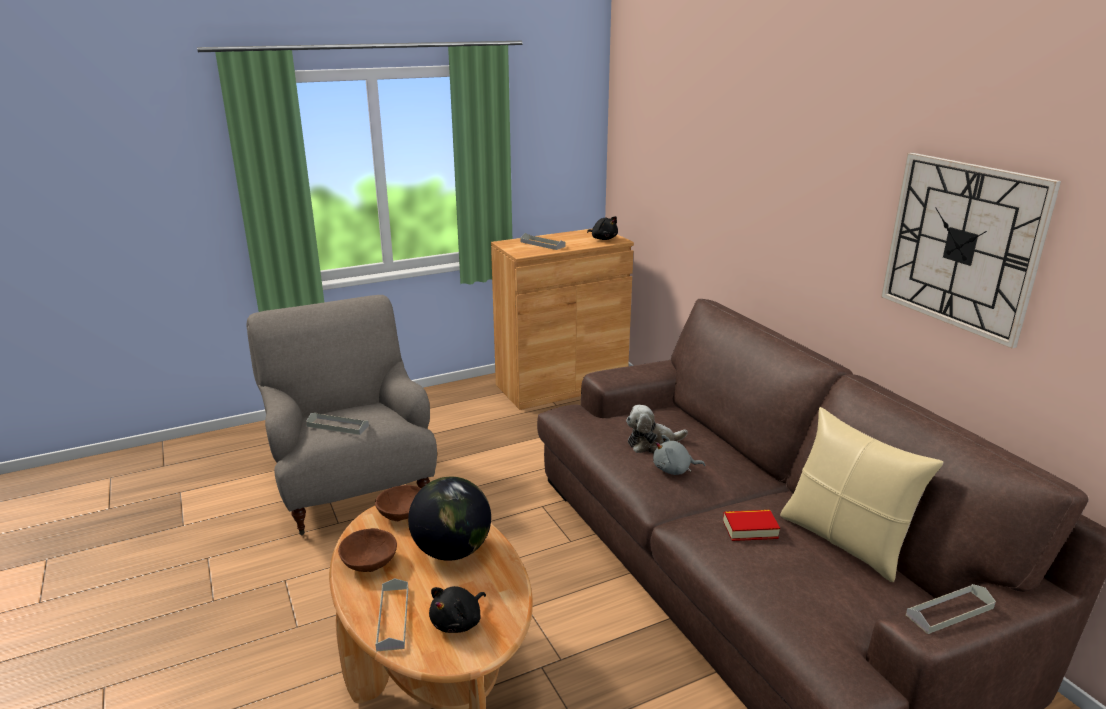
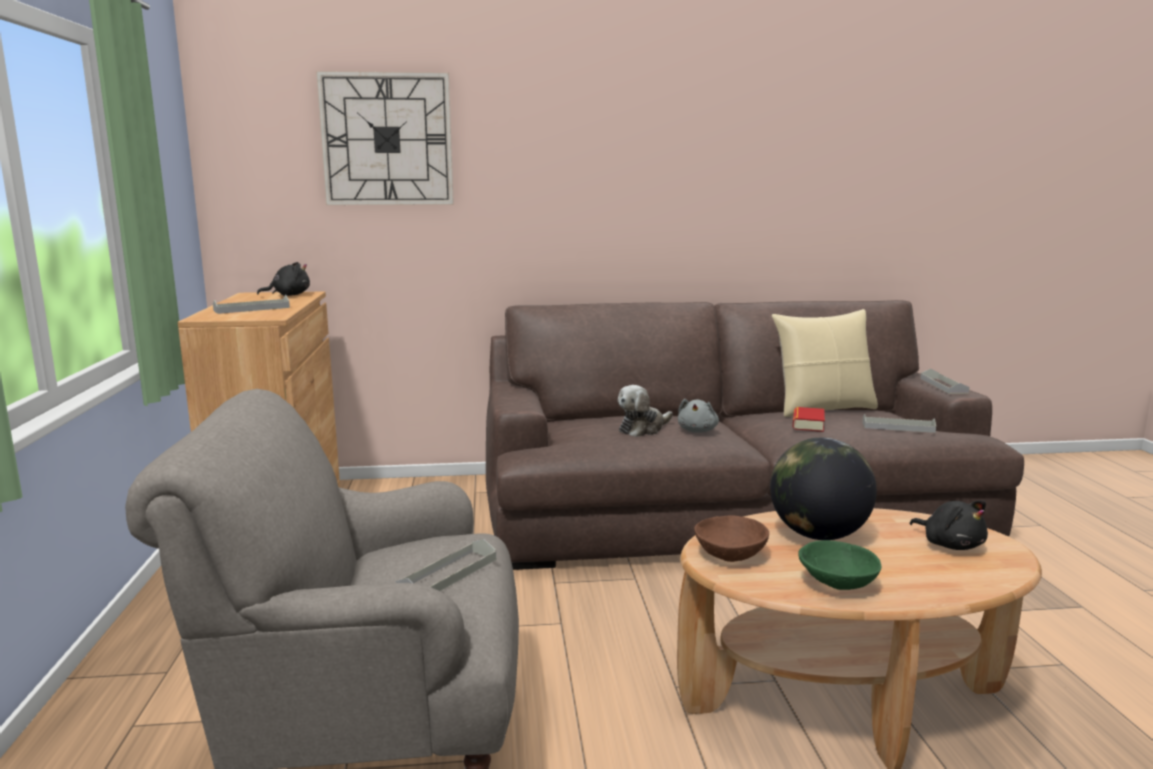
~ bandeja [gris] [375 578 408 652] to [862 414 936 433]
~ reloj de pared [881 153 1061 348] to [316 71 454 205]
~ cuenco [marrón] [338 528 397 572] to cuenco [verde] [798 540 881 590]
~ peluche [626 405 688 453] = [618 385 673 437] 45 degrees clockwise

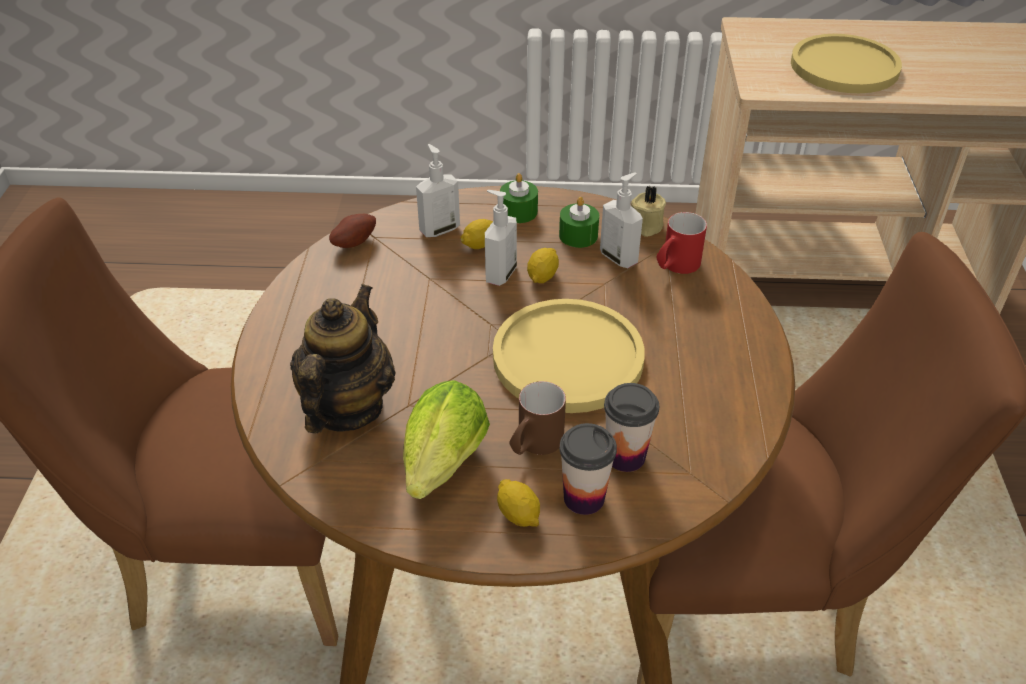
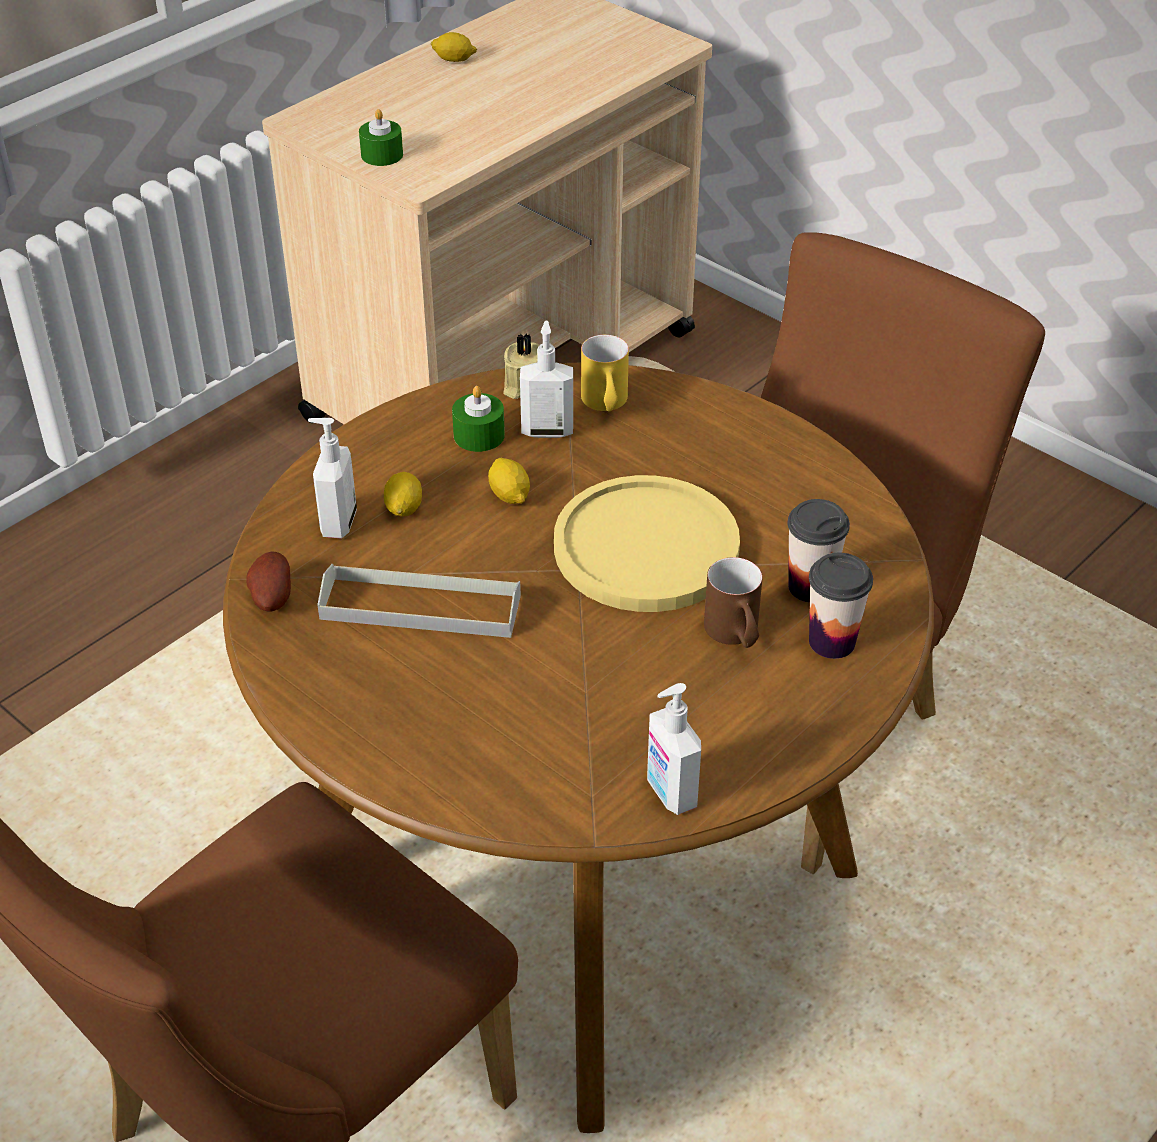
- tetera [290 284 396 433]
- lechuga [403 380 490 499]
- plato [amarillo] [791 34 902 93]
+ bandeja [gris] [317 564 521 638]
~ dispensador de jabón [485 190 517 286] to [647 683 701 815]
~ limón [497 479 540 527] to [431 32 477 62]
~ vela [verde] [500 173 538 223] to [359 109 403 166]
~ taza grande [rojo] [657 212 707 274] to taza grande [amarillo] [581 335 629 411]

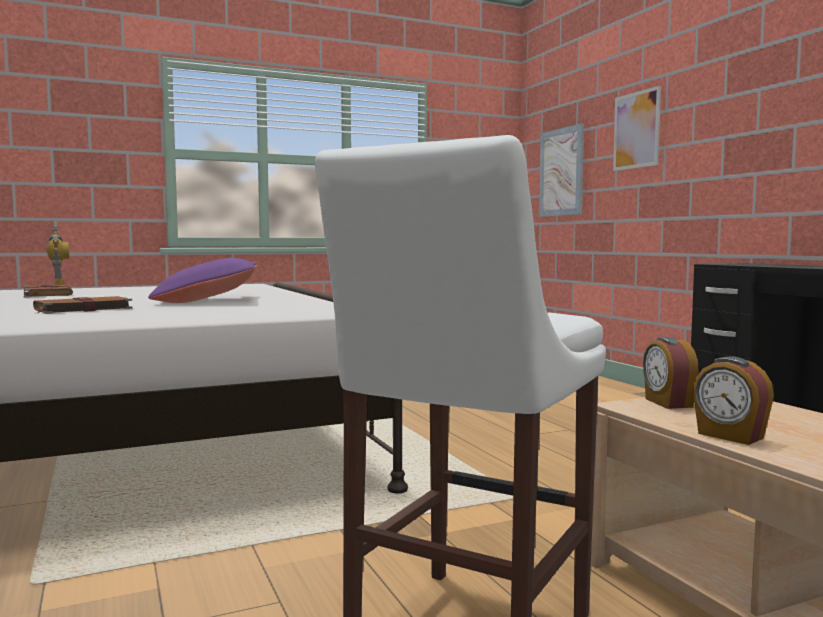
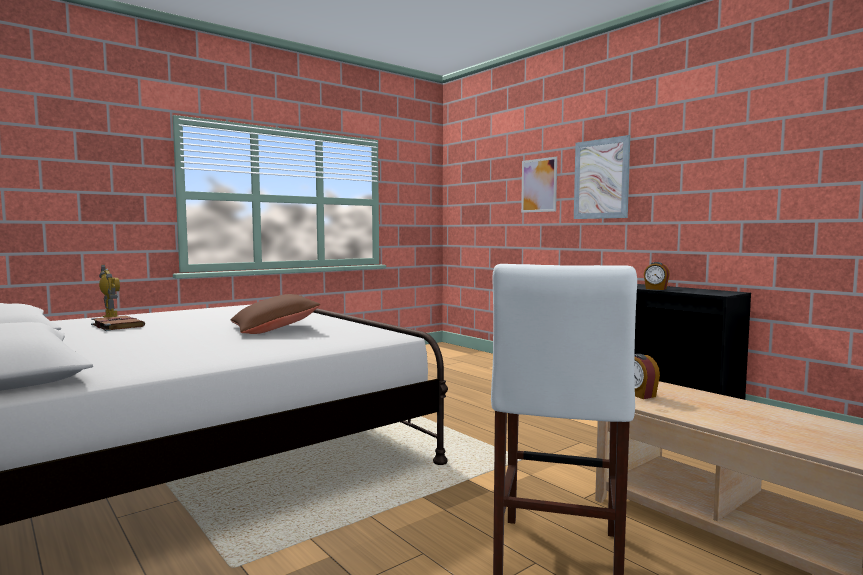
- libro [marrón] [33 296 133 314]
~ cuadro [539 123 584 217] to [574 135 630 219]
~ despertador [693 356 774 445] to [644 262 670 290]
~ cojín [morado] [148 258 257 303] to cojín [marrón] [231 294 320 334]

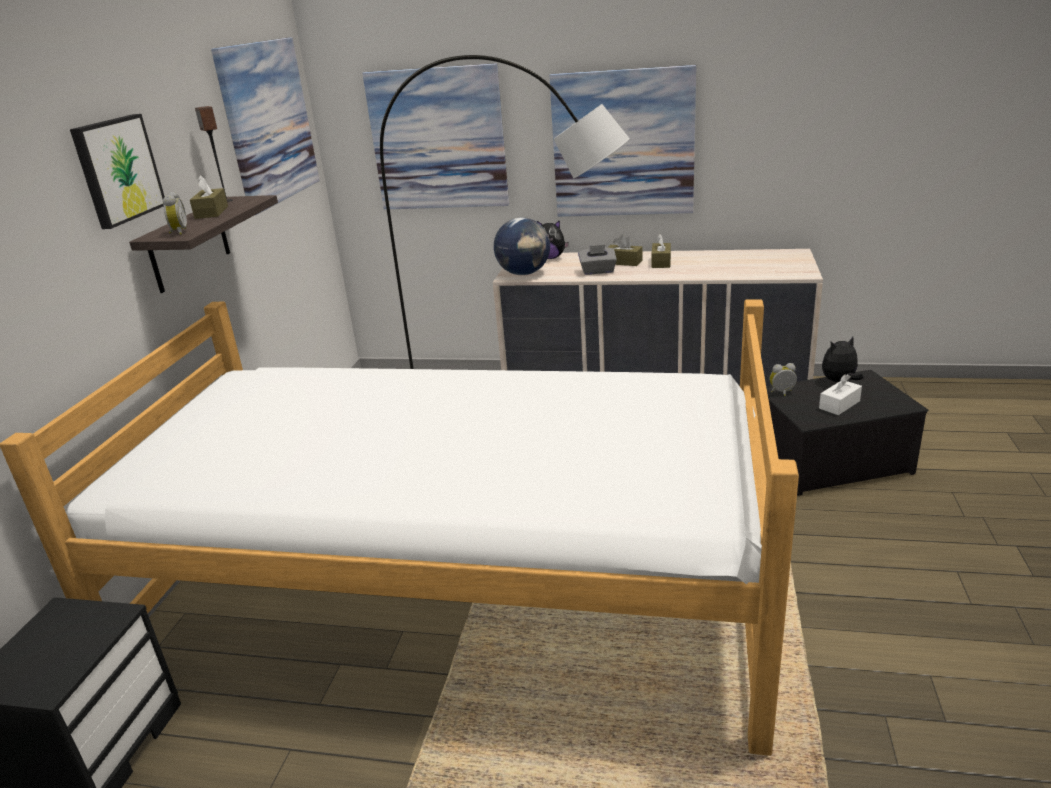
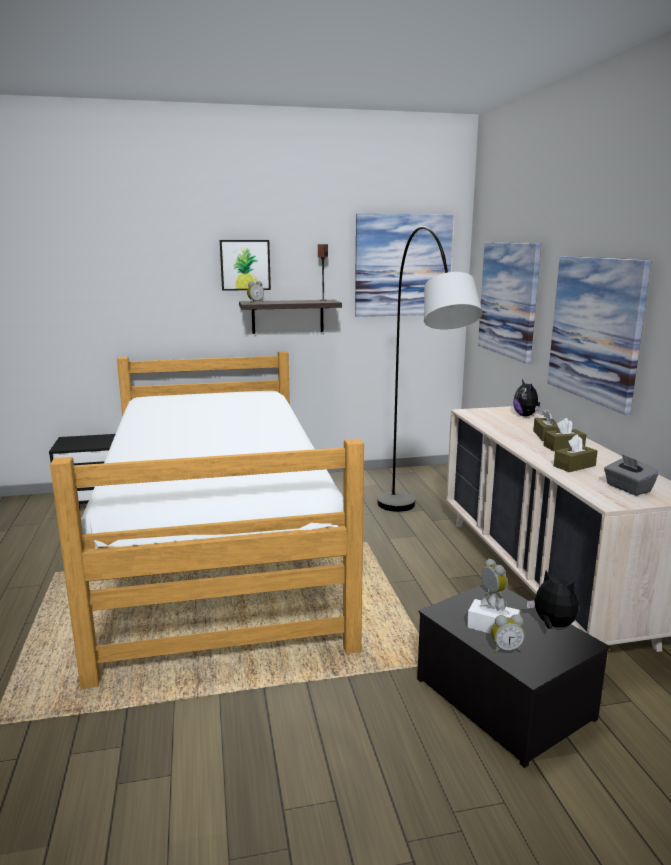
- globo terráqueo [494 218 550 275]
+ despertador [491 614 525 653]
~ caja de pañuelos [marrón] [190 175 228 219] to [554 434 598 472]
~ caja de pañuelos [gris] [578 245 617 275] to [604 454 659 495]

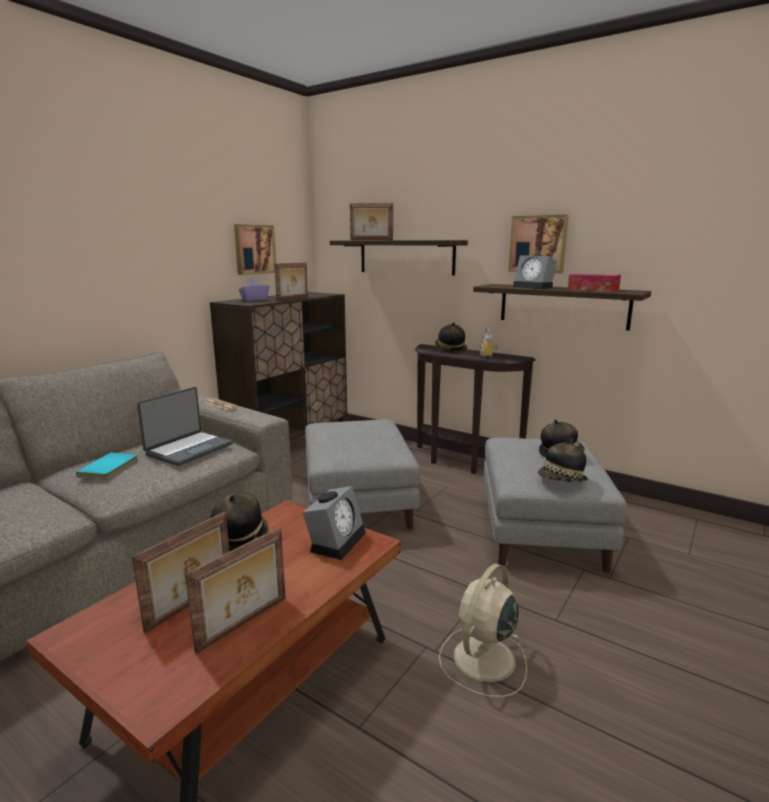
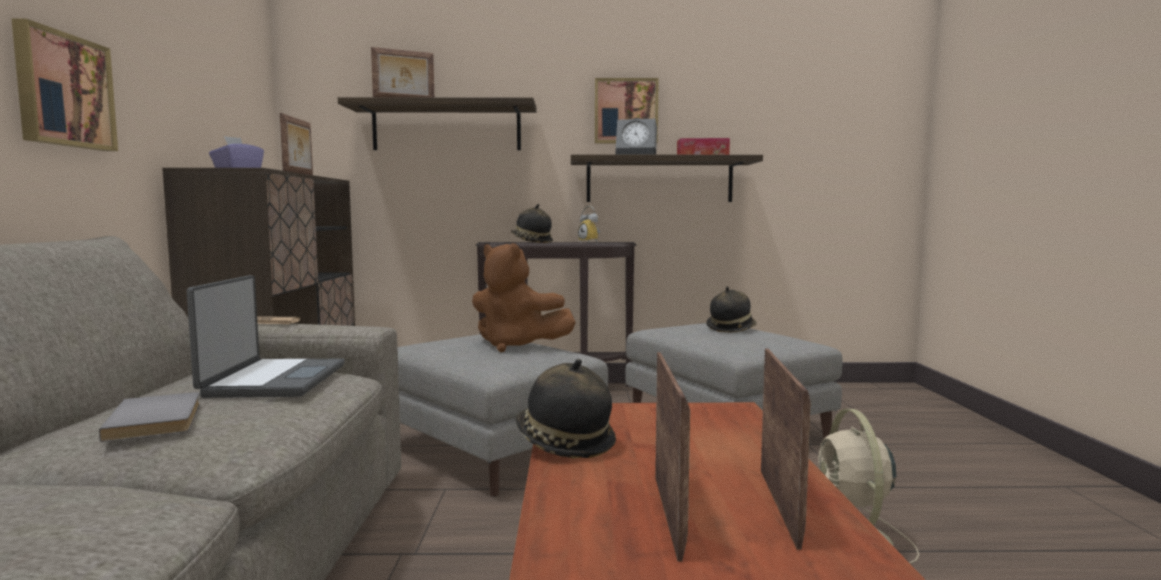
- despertador [303 486 366 560]
- sombrero [538 439 588 482]
+ peluche [marrón] [472 243 576 352]
~ cuadro [234 224 276 275] to [12 19 118 151]
~ libro [turquesa] [76 453 138 480] to libro [gris] [99 392 200 442]

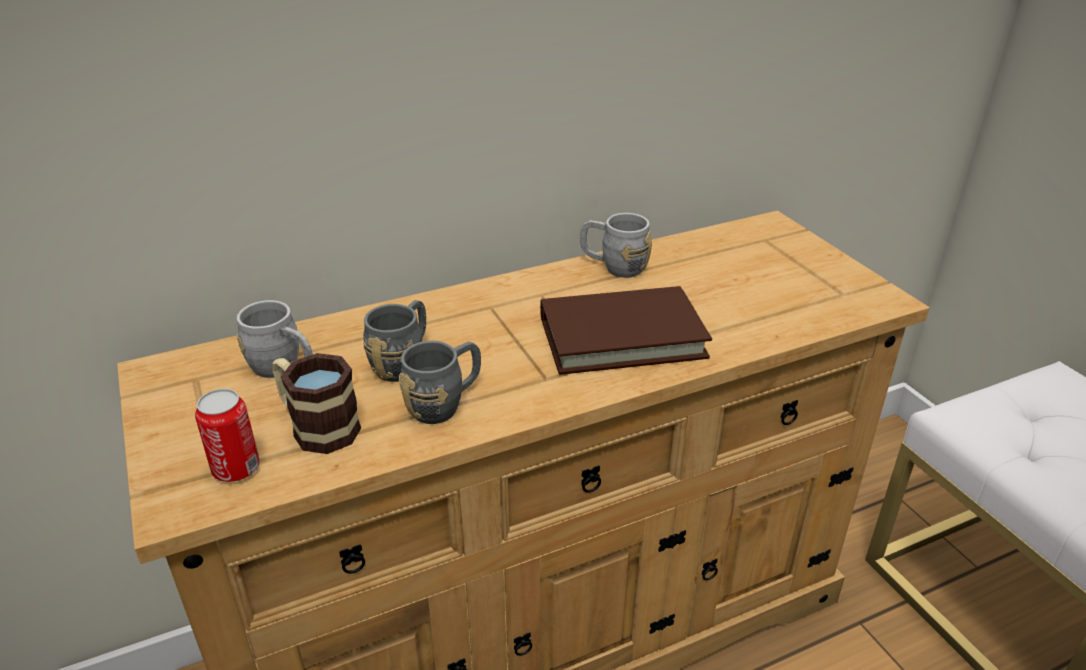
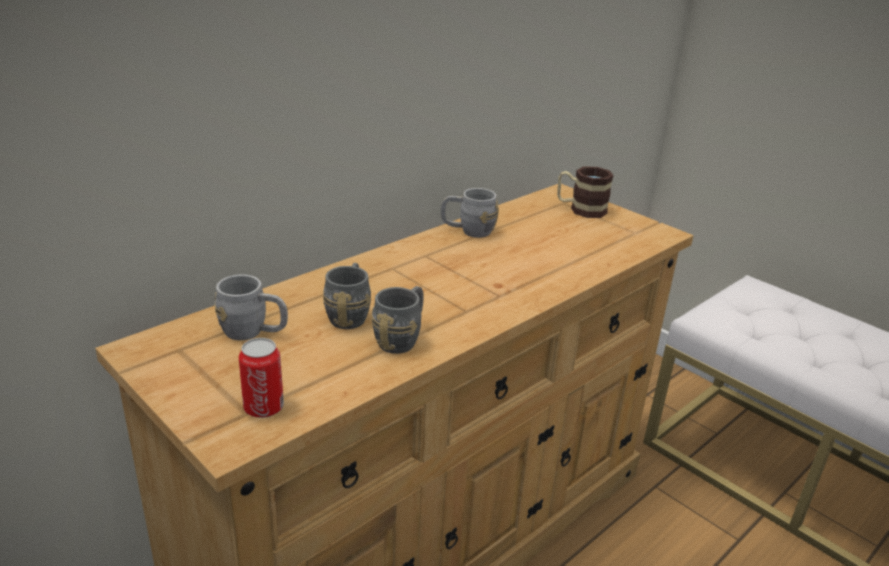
- libro [marrón] [540 286 712 375]
~ taza grande [272 353 361 454] to [557 167 614 218]

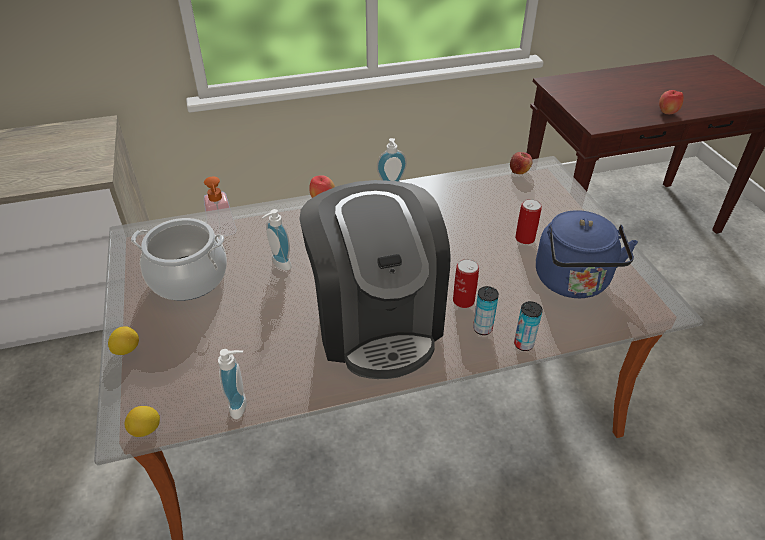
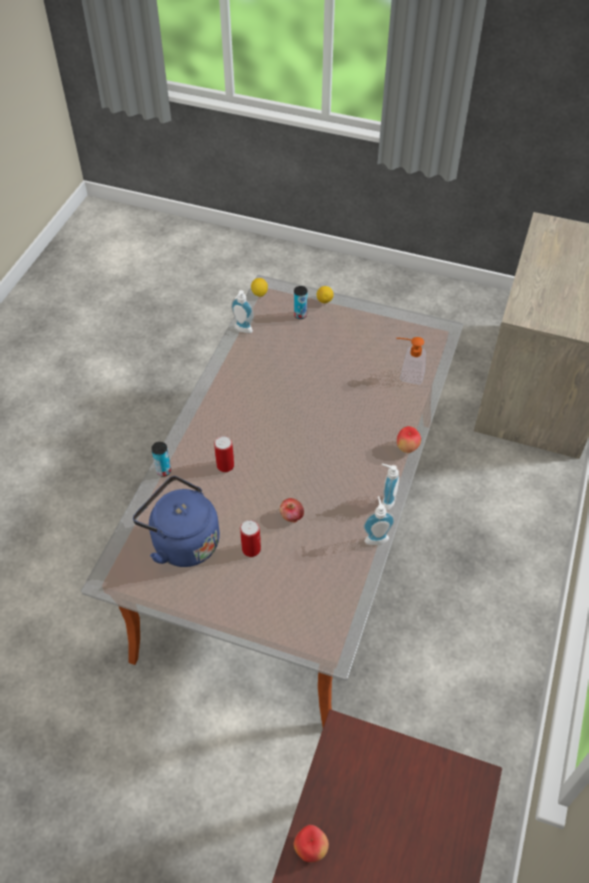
- olla [131 218 227 301]
- cafetera [300 180 451 379]
~ dispensador de jabón [262 209 292 270] to [363 496 395 545]
~ lata [473 286 499 335] to [294 286 307 319]
~ manzana [510 152 533 174] to [280 498 304 523]

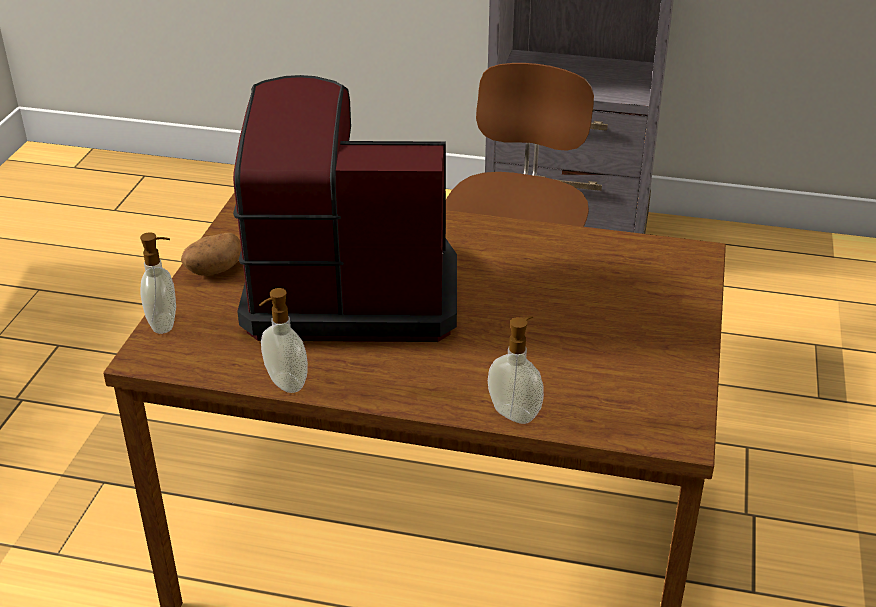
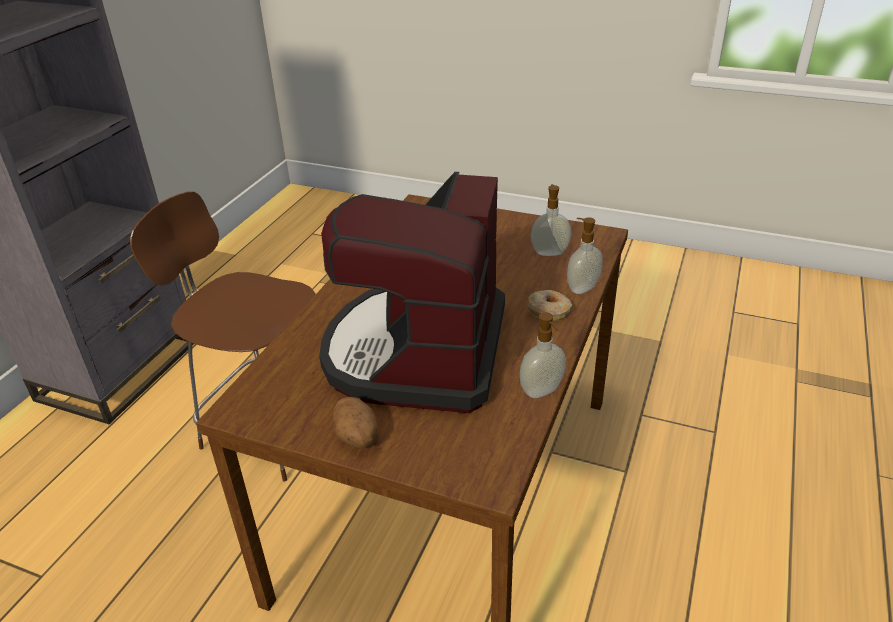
+ rosquilla [527 290 572 321]
~ dispensador de jabón [140 232 176 334] to [531 184 571 256]

